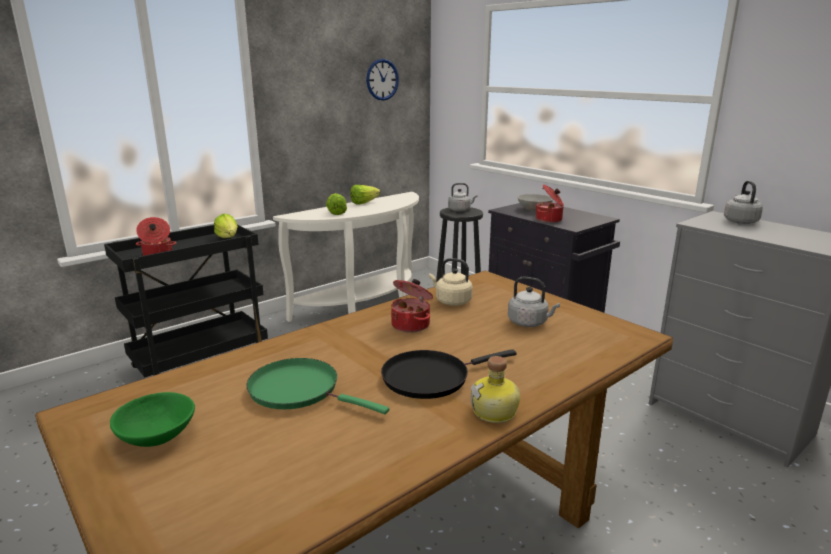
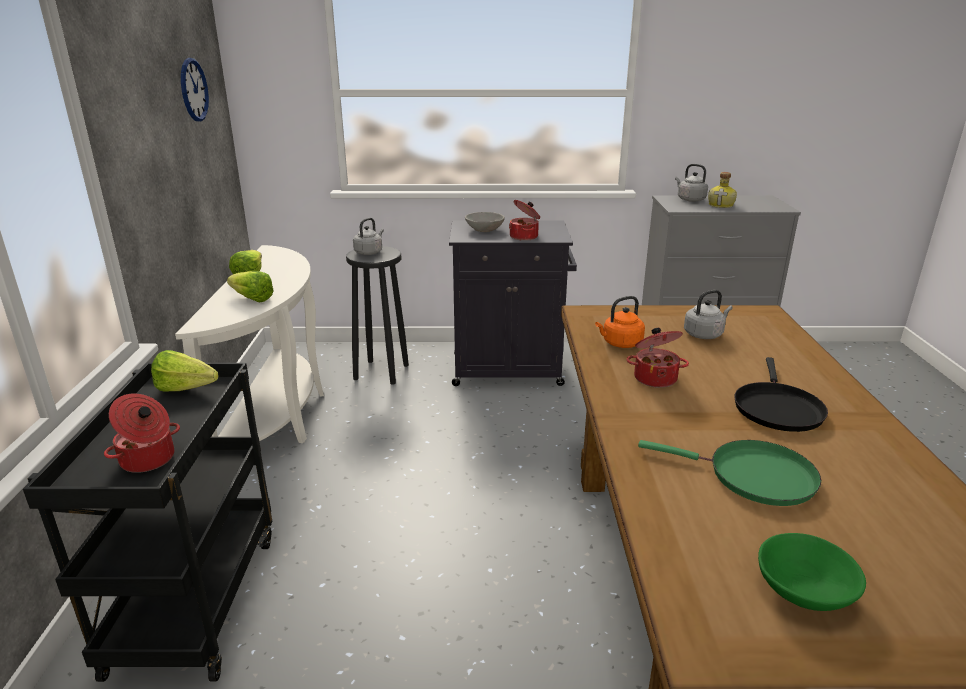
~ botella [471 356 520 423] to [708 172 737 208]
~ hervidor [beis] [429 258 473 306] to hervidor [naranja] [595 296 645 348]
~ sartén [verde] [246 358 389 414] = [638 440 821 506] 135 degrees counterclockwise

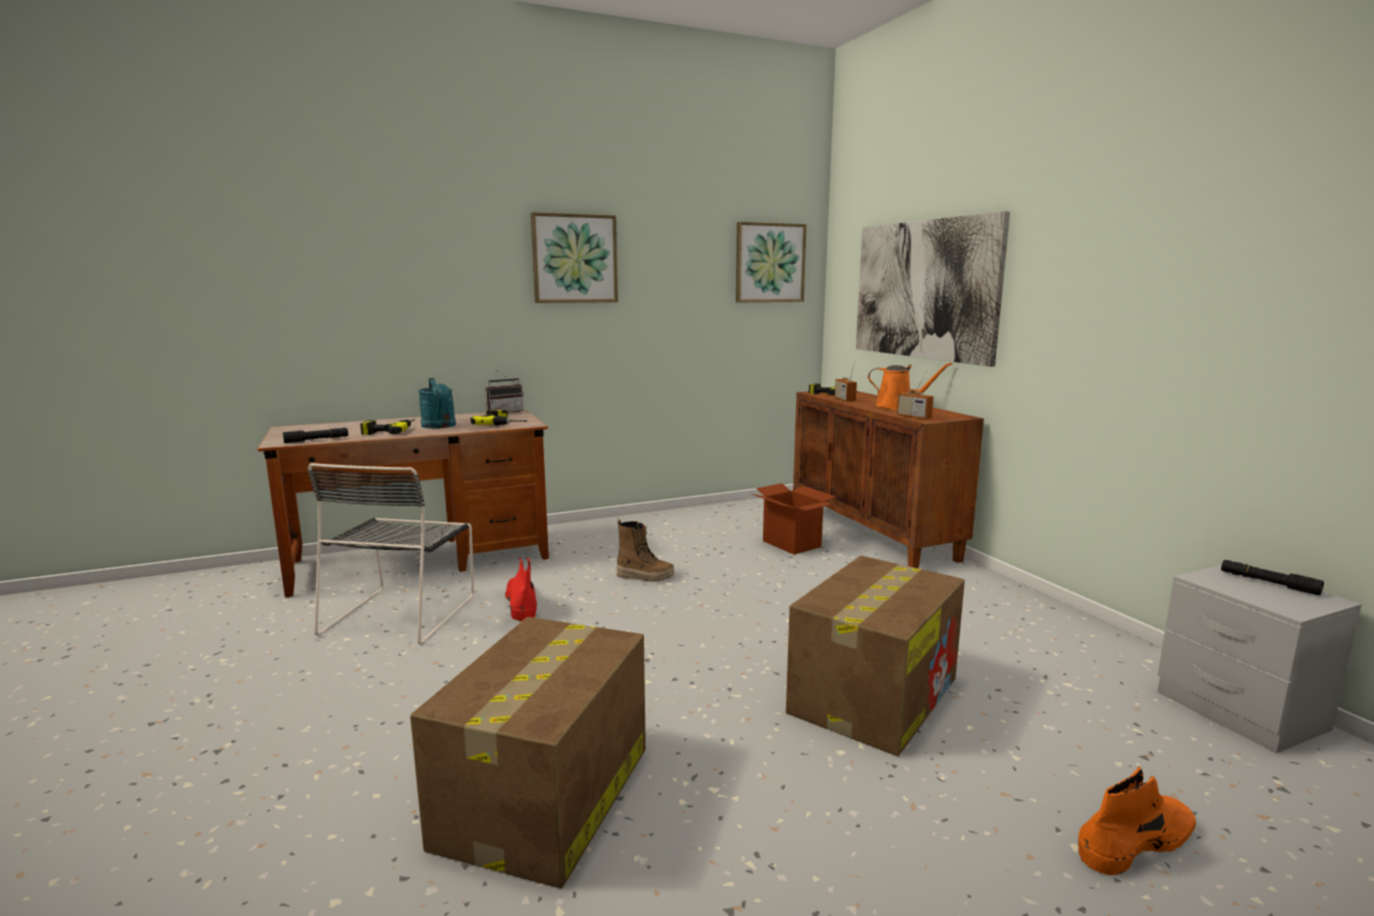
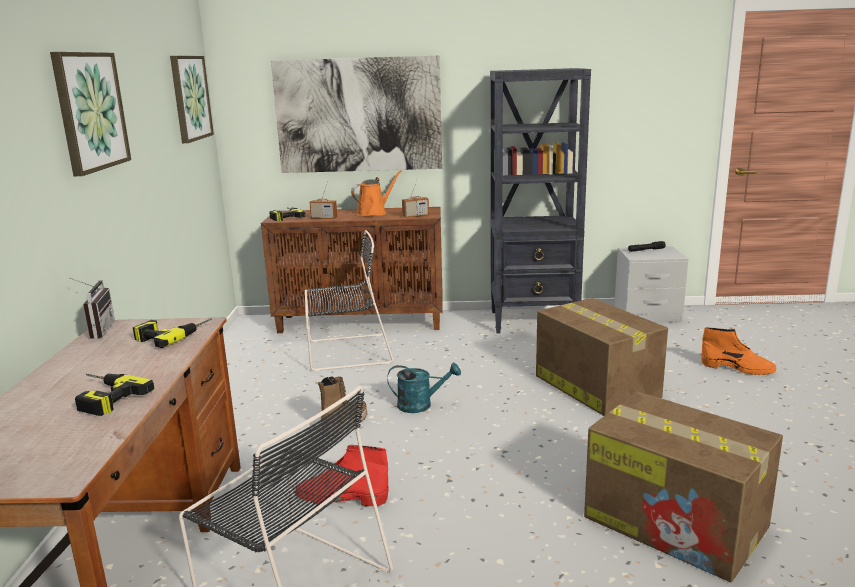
- linterna [negro] [283 428 348 443]
+ estantería [negro] [490 68 591 333]
~ regadera [turquesa] [418 378 456 429] to [387 363 461 413]
~ caja de cartón [752 483 836 555] to silla [negro] [305 230 393 371]
~ bota [naranja] [1078 766 1196 875] = [701 327 776 375] 120 degrees clockwise

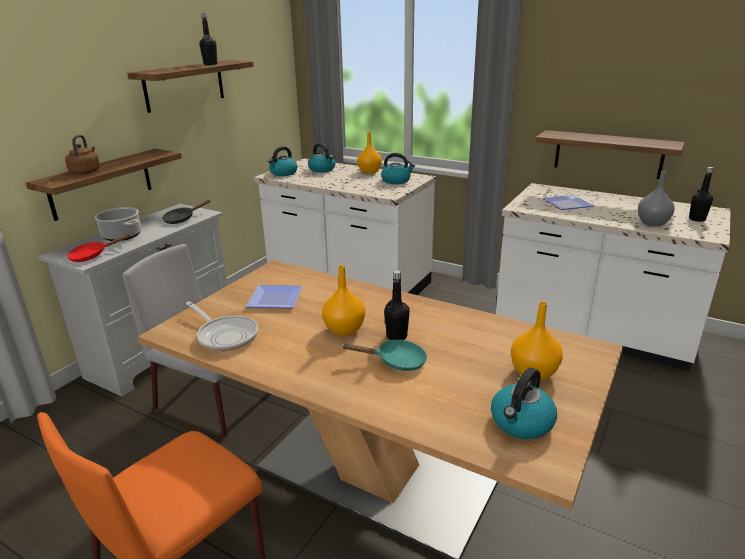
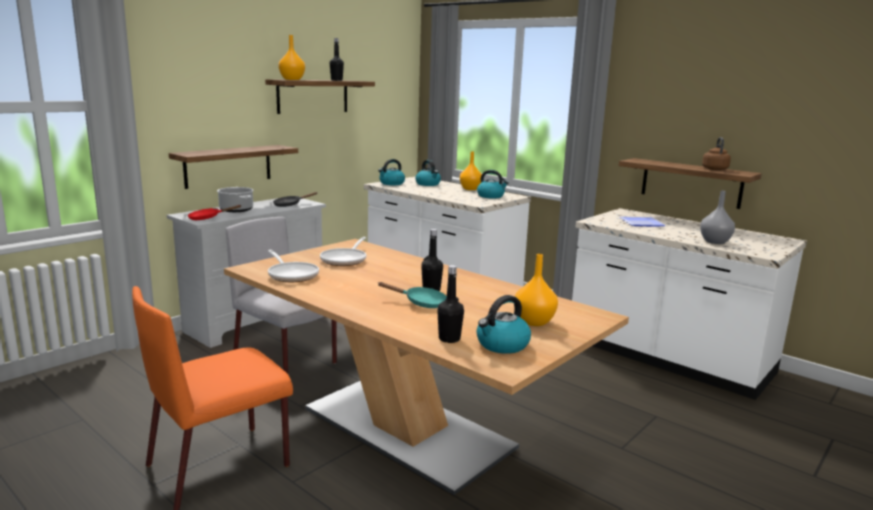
~ hervidor [marrón] [65 135 100 174] to [702 137 731 170]
~ florero [naranja] [322 266 365 336] to [278 35 305 80]
~ botella [negro] [689 167 713 222] to [437 265 464 343]
~ plato [246 285 303 308] to sartén [320 237 366 266]

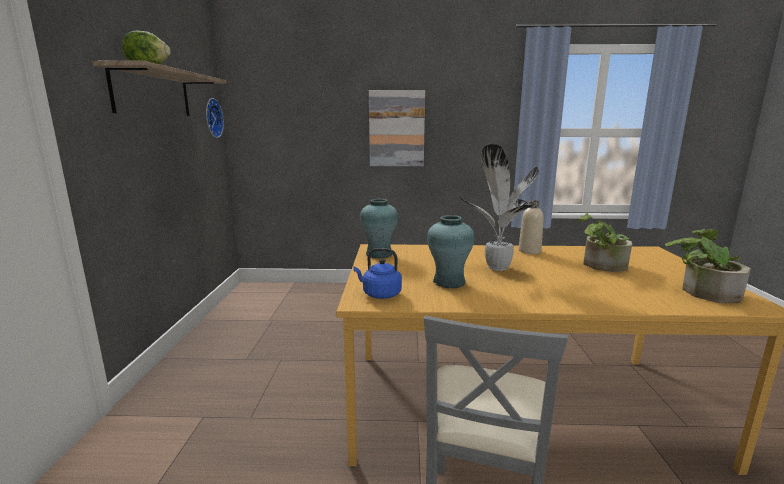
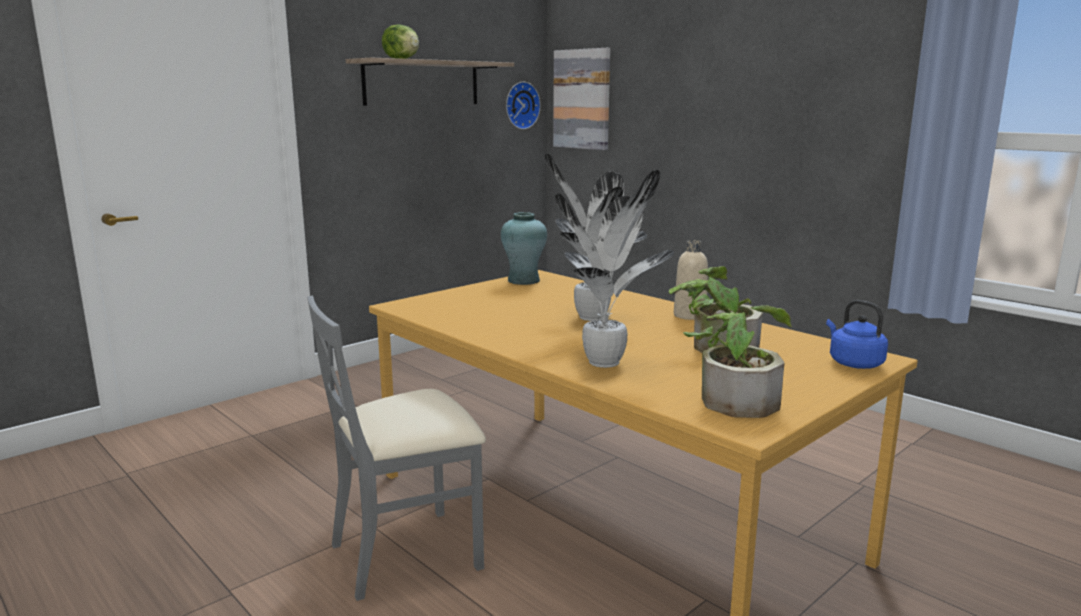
- florero [turquesa] [427 215 474 288]
+ planta en maceta [555 170 674 368]
~ hervidor [azul] [353 248 402 299] to [826 300 888 369]
~ cuadro [369 90 425 166] to [553 48 610 150]

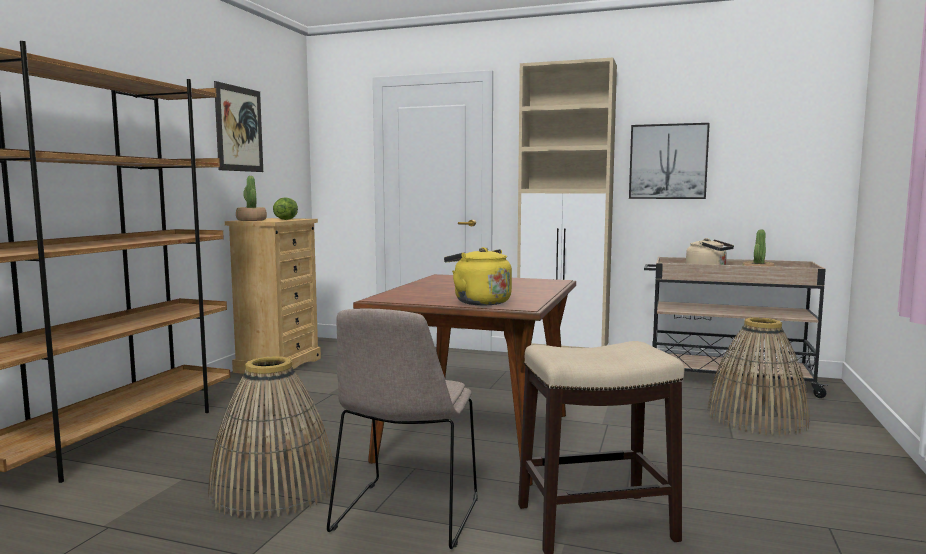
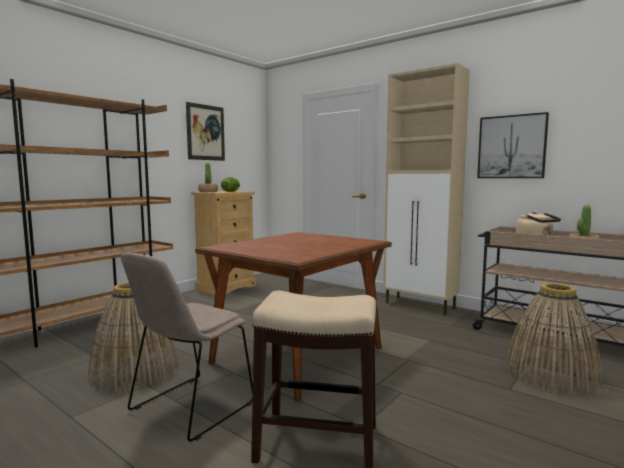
- hervidor [amarillo] [444 247 512 305]

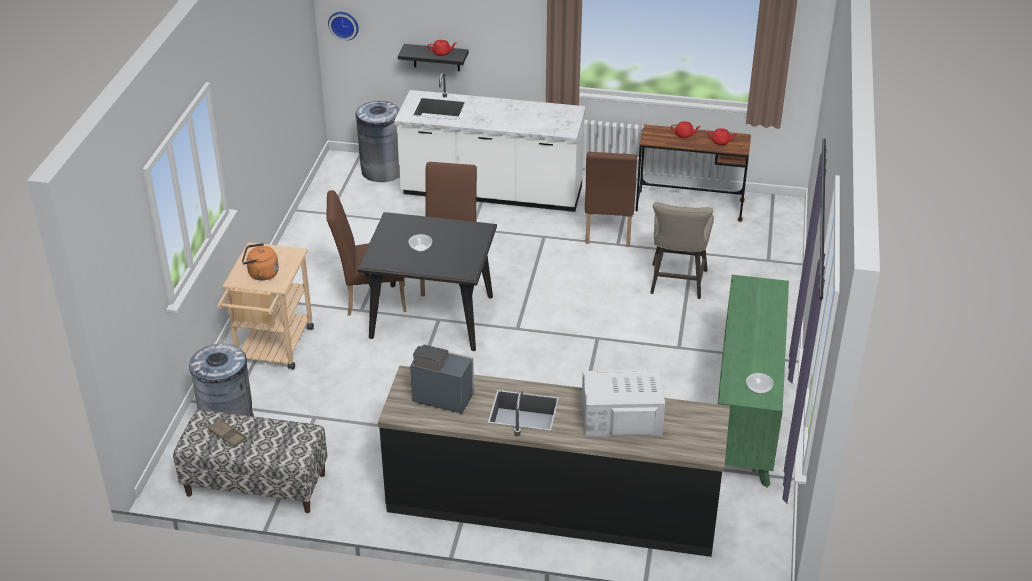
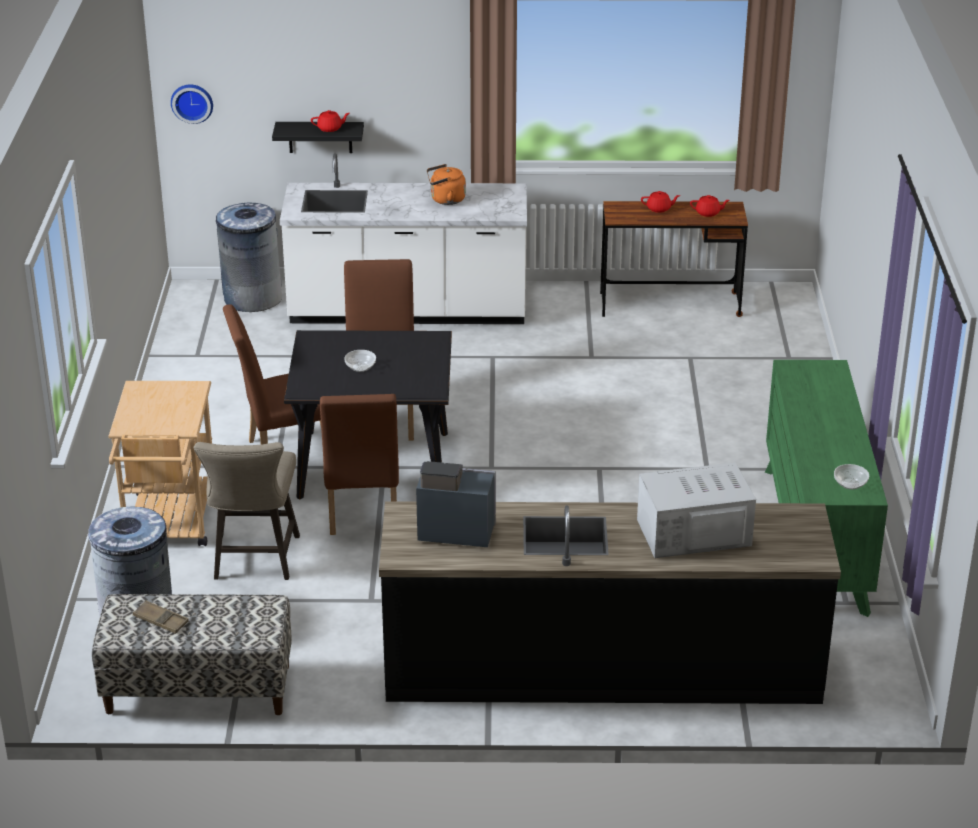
~ hervidor [naranja] [242 243 279 280] to [427 164 466 205]
~ silla [marrón] [585 152 637 247] to [320 394 399 535]
~ taburete [beis] [650 202 714 299] to [194 442 300 580]

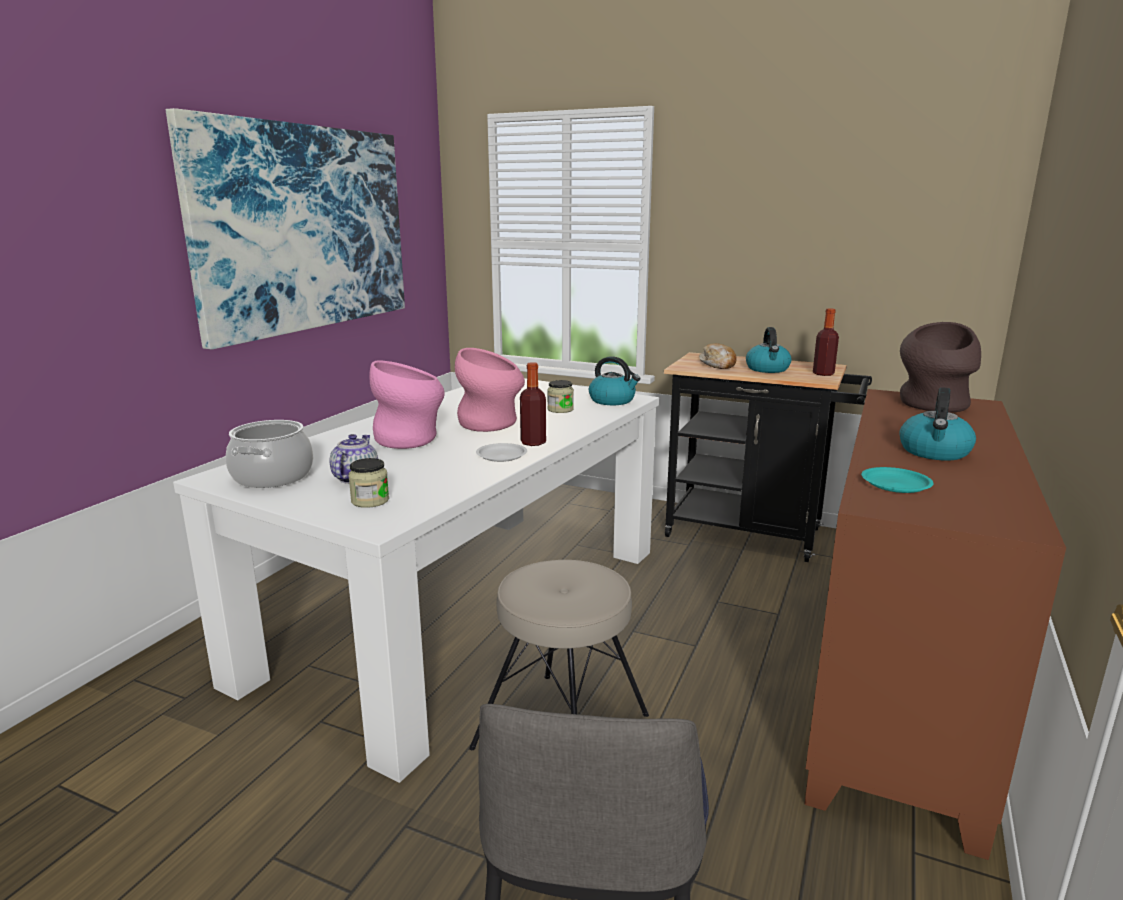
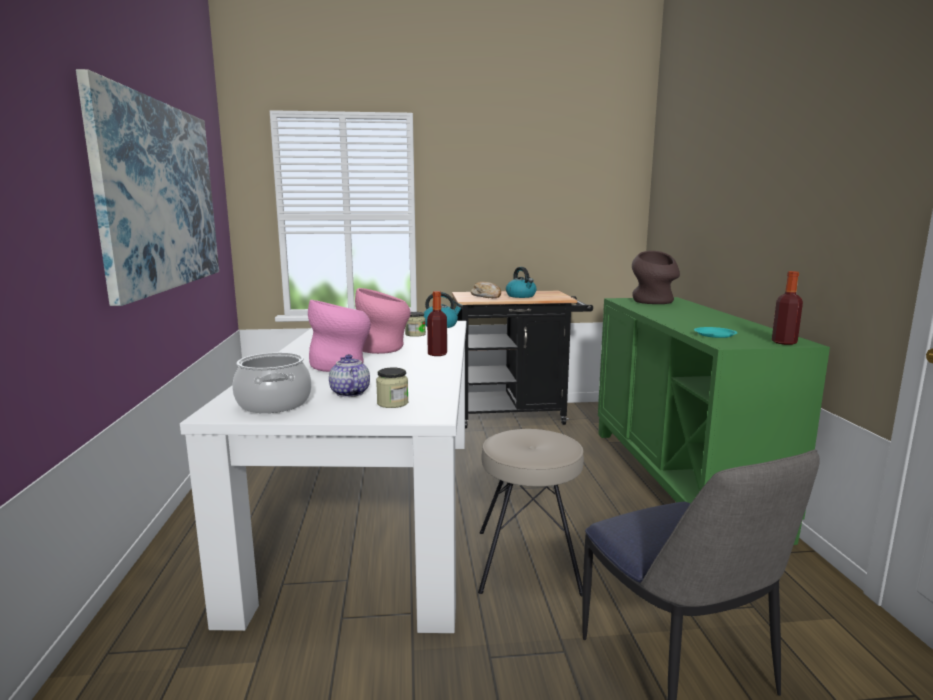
- plato [blanco] [476 443 527 462]
- hervidor [899 387 976 461]
~ botella [813 308 839 376] to [772 271 803 345]
~ armario [marrón] [805 389 1066 860] to armario [verde] [598 297 830 545]

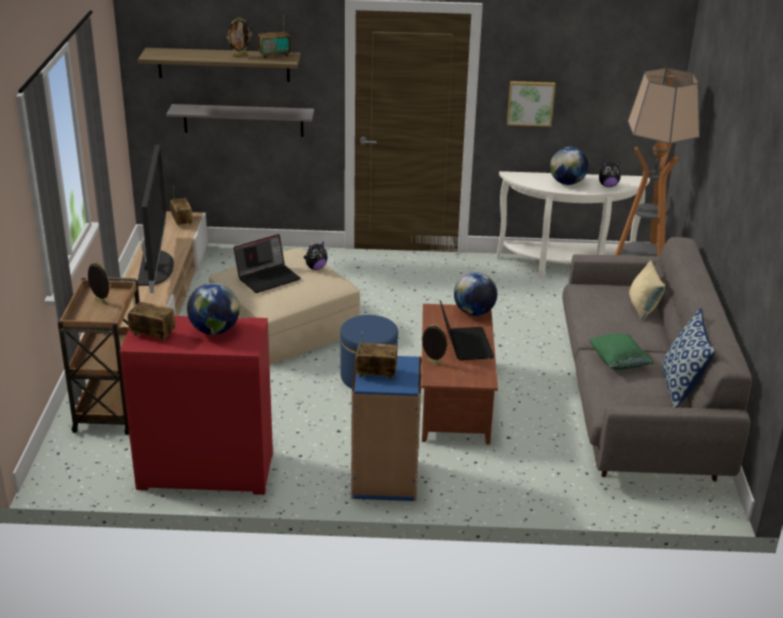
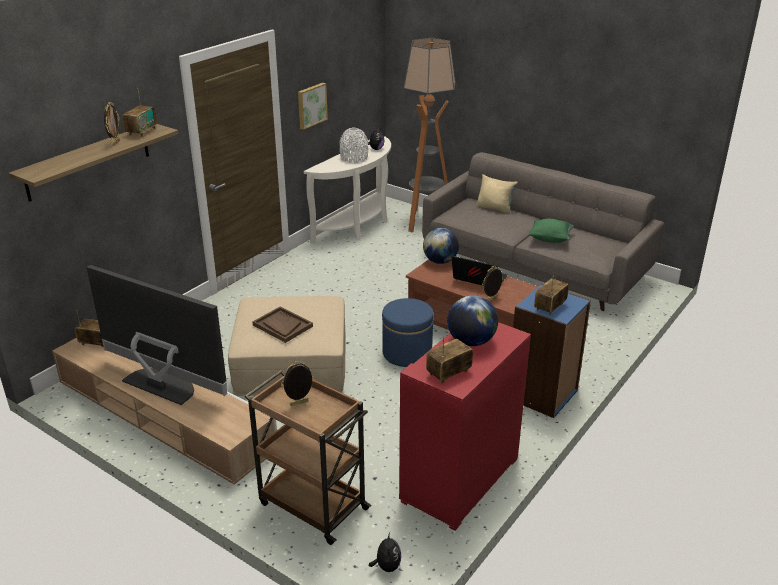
- estante [gris] [166 104 314 137]
- cojín [663 308 715 408]
~ peluche [304 241 328 270] to [369 532 402 572]
~ portátil [233 234 301 293] to bandeja [marrón] [253 307 313 343]
~ globo terráqueo [550 147 588 185] to florero [blanco] [339 128 369 163]

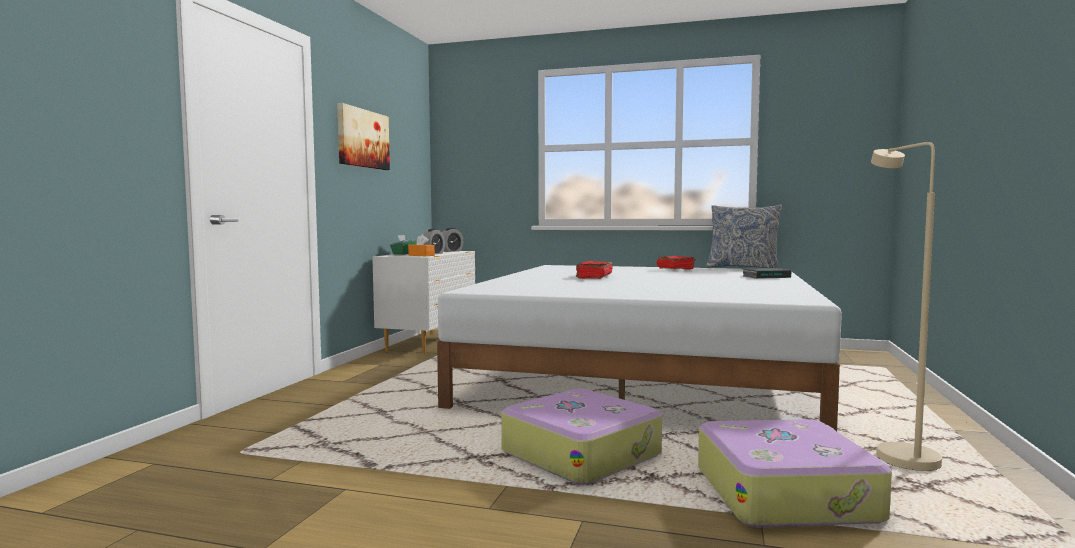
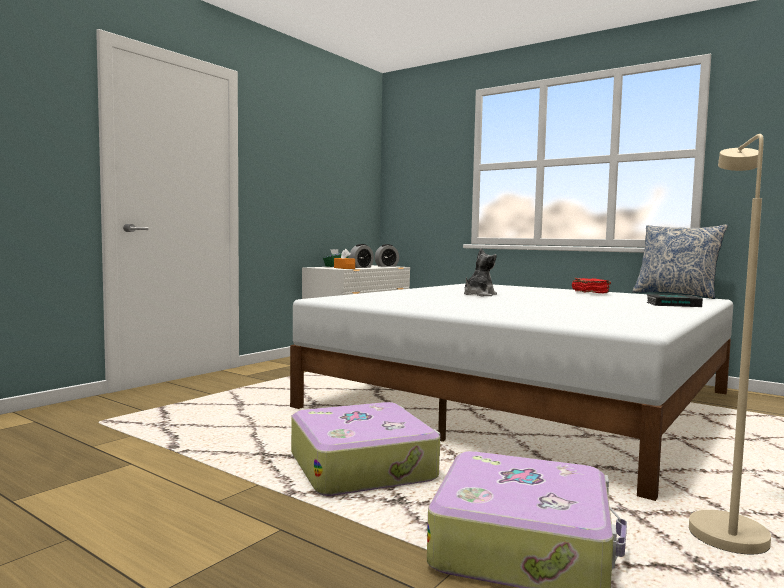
- cuadro [337 103 390 170]
~ libro [rojo] [576 261 613 279] to peluche [464 248 497 296]

